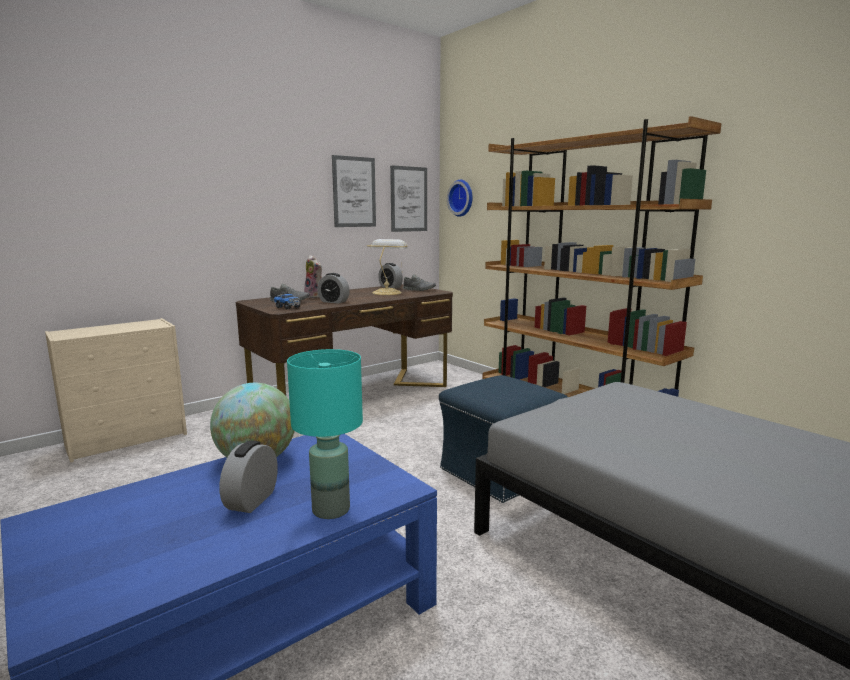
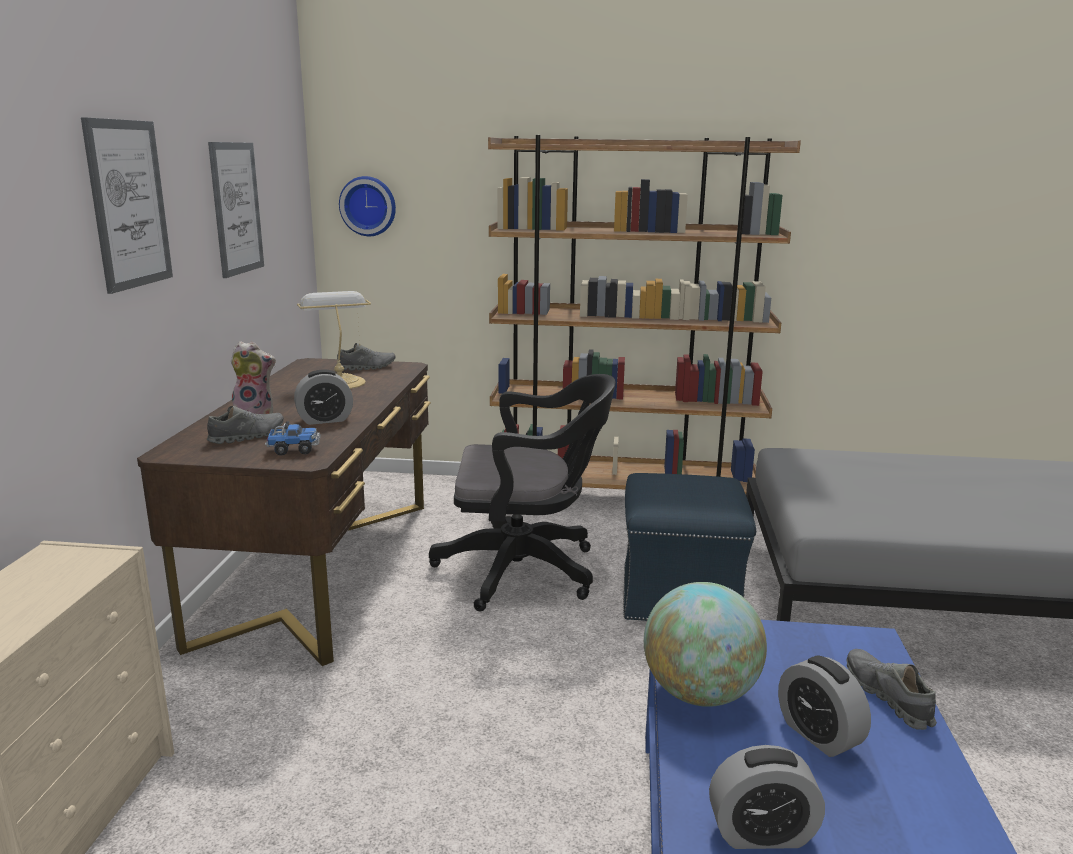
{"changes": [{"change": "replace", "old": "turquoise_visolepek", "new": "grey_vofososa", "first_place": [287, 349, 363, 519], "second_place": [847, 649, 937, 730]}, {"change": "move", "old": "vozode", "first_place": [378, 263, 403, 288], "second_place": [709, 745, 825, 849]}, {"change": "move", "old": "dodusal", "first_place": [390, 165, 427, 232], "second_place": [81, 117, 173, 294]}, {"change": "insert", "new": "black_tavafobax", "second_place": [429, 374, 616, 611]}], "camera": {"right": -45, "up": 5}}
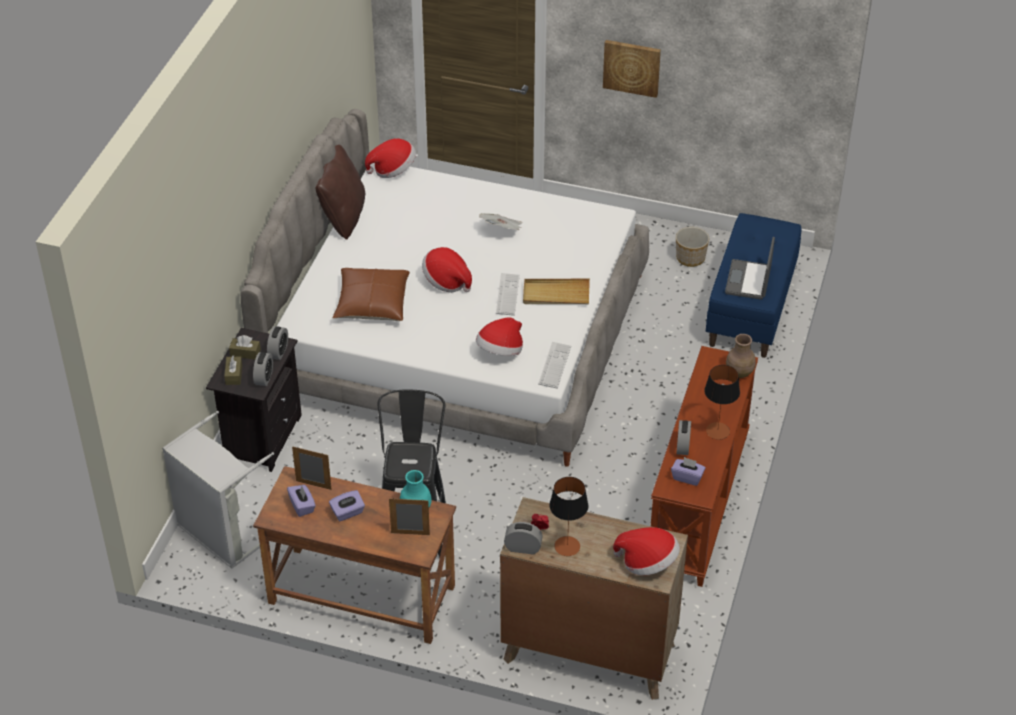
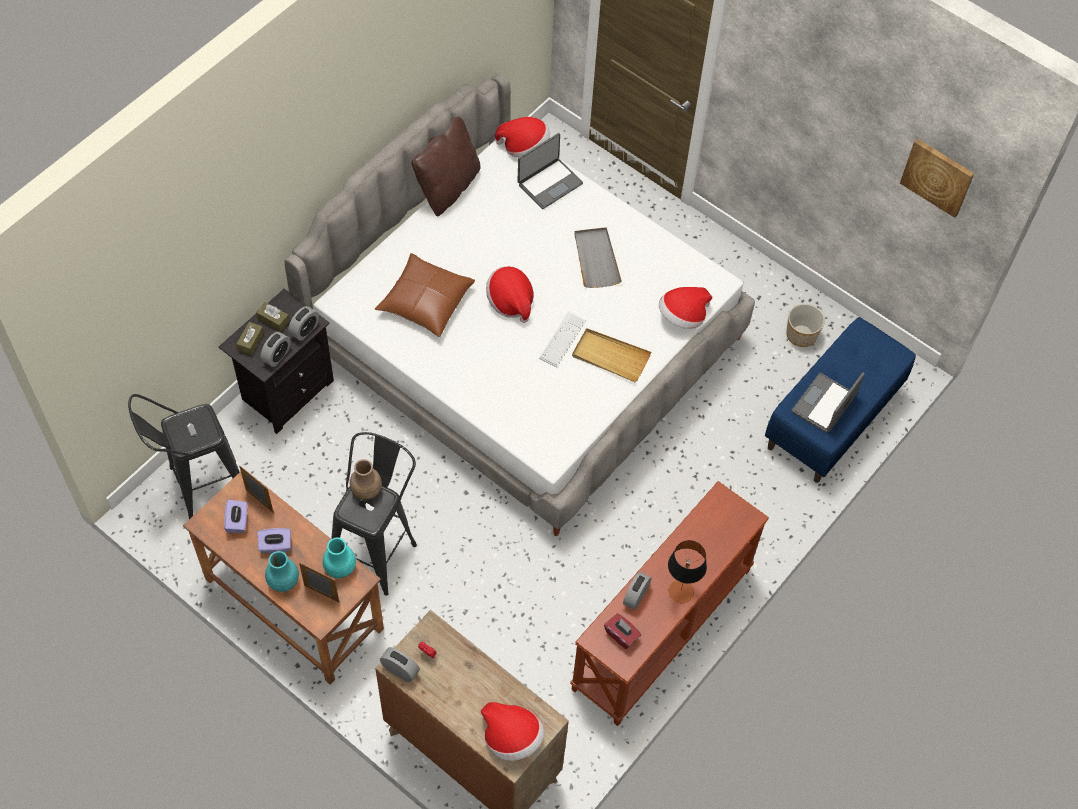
{"changes": [{"change": "replace", "old": "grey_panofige", "new": "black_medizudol", "first_place": [162, 411, 274, 569], "second_place": [128, 394, 239, 519]}, {"change": "move", "old": "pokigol", "first_place": [476, 317, 523, 356], "second_place": [659, 287, 712, 329]}, {"change": "replace", "old": "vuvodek", "new": "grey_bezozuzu", "first_place": [479, 213, 523, 230], "second_place": [574, 227, 622, 288]}, {"change": "delete", "old": "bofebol", "first_place": [538, 342, 571, 389]}, {"change": "delete", "old": "visolepek", "first_place": [549, 477, 589, 556]}, {"change": "move", "old": "dodusal", "first_place": [603, 40, 661, 98], "second_place": [900, 138, 974, 218]}, {"change": "recolor", "old": "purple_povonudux", "new": "red_povonudux", "first_place": [671, 457, 706, 486], "second_place": [604, 613, 641, 649]}, {"change": "move", "old": "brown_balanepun", "first_place": [726, 334, 756, 378], "second_place": [350, 459, 382, 500]}, {"change": "insert", "new": "turquoise_balanepun", "second_place": [265, 551, 299, 592]}, {"change": "insert", "new": "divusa", "second_place": [517, 133, 583, 209]}], "camera": {"right": 20, "up": 15}}
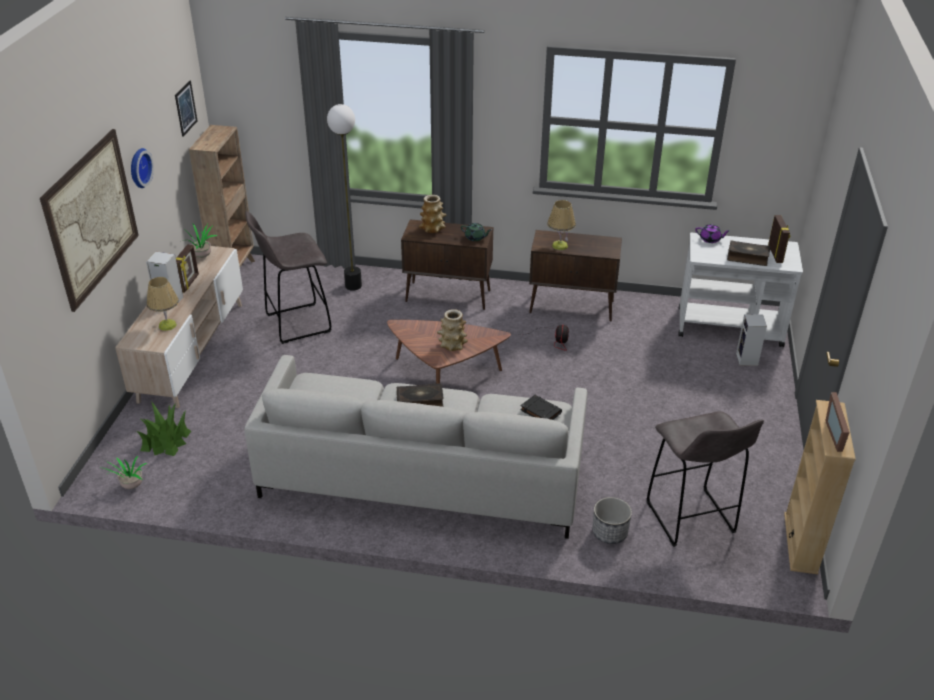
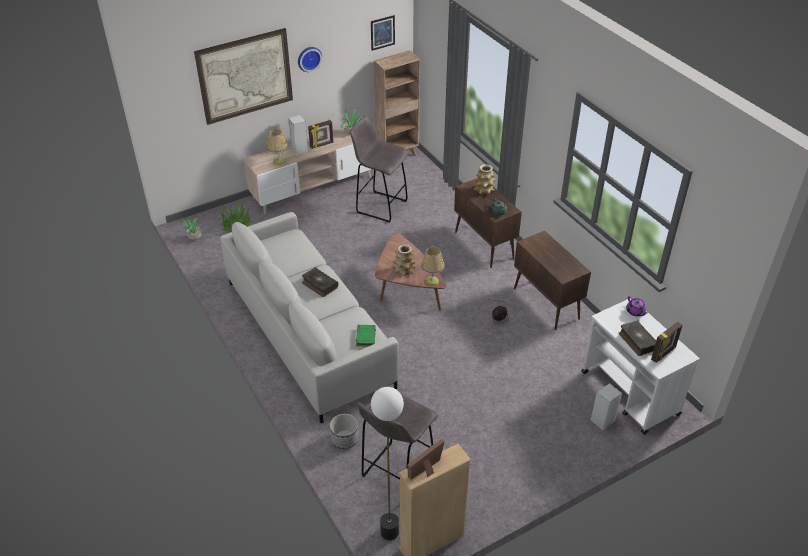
{"changes": [{"change": "move", "old": "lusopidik", "first_place": [327, 104, 362, 291], "second_place": [371, 387, 404, 540]}, {"change": "recolor", "old": "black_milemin", "new": "green_milemin", "first_place": [520, 395, 562, 420], "second_place": [356, 325, 376, 346]}, {"change": "move", "old": "visolepek", "first_place": [547, 200, 576, 250], "second_place": [421, 247, 445, 286]}], "camera": {"right": 50, "up": 5}}
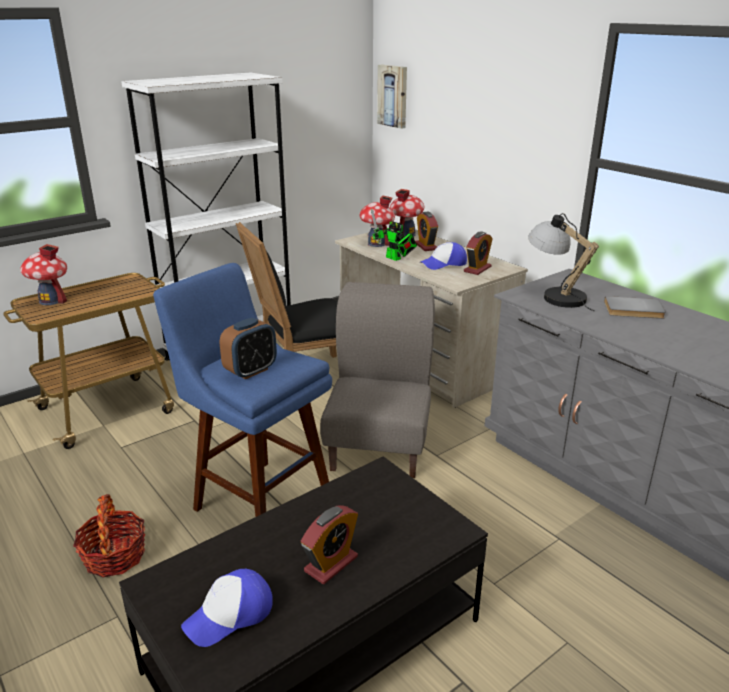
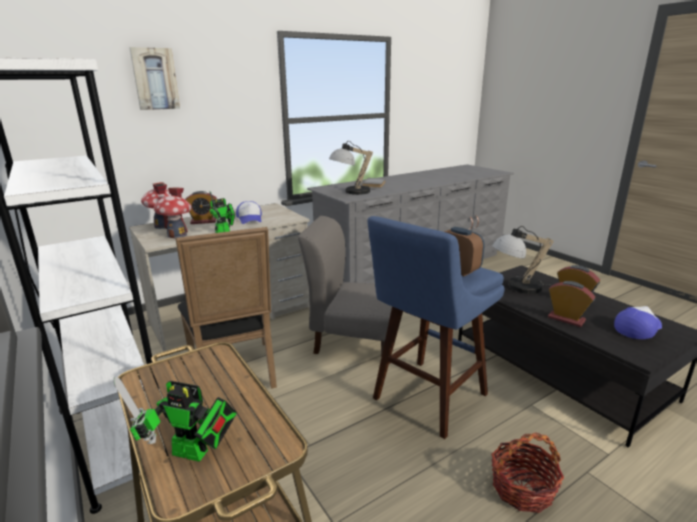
{"changes": [{"change": "replace", "old": "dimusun", "new": "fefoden", "first_place": [20, 244, 67, 305], "second_place": [114, 377, 237, 462]}, {"change": "rotate", "old": "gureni", "first_place": [181, 569, 273, 647], "second_place": [614, 306, 662, 339], "degrees": -90}, {"change": "move", "old": "dodusal", "first_place": [377, 65, 407, 129], "second_place": [129, 47, 180, 110]}, {"change": "move", "old": "vozode", "first_place": [464, 231, 493, 275], "second_place": [548, 281, 595, 327]}, {"change": "insert", "new": "visolepek", "second_place": [492, 226, 554, 294]}], "camera": {"right": -85, "up": -5}}
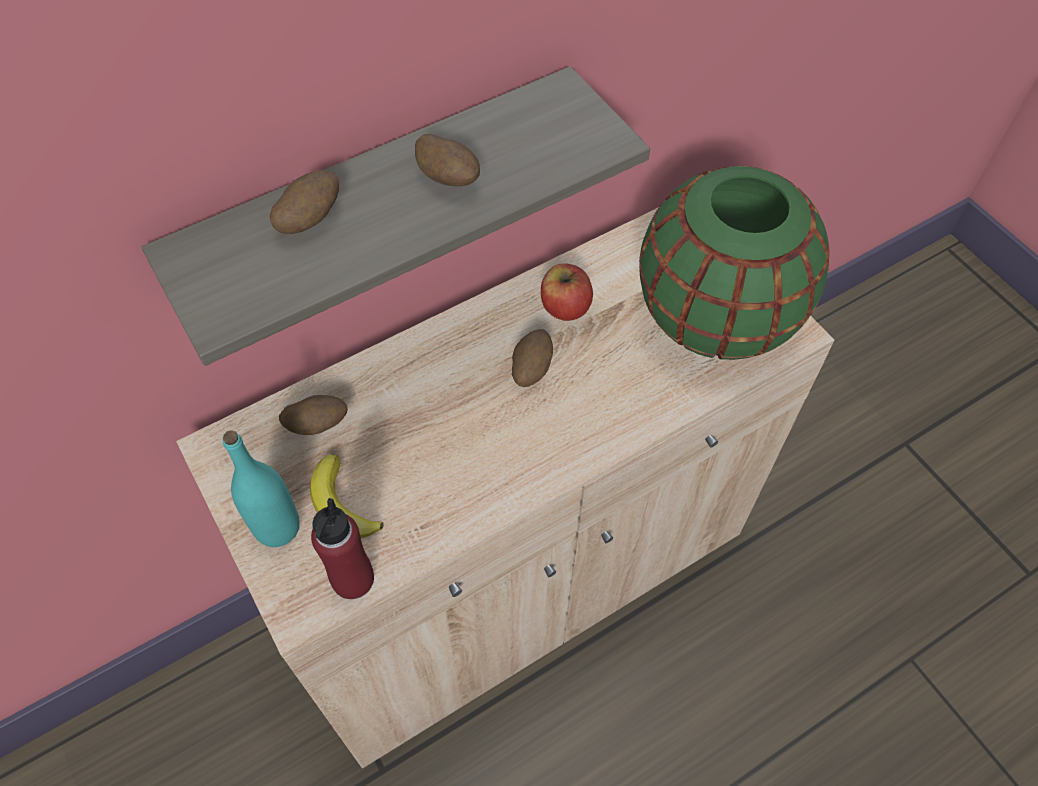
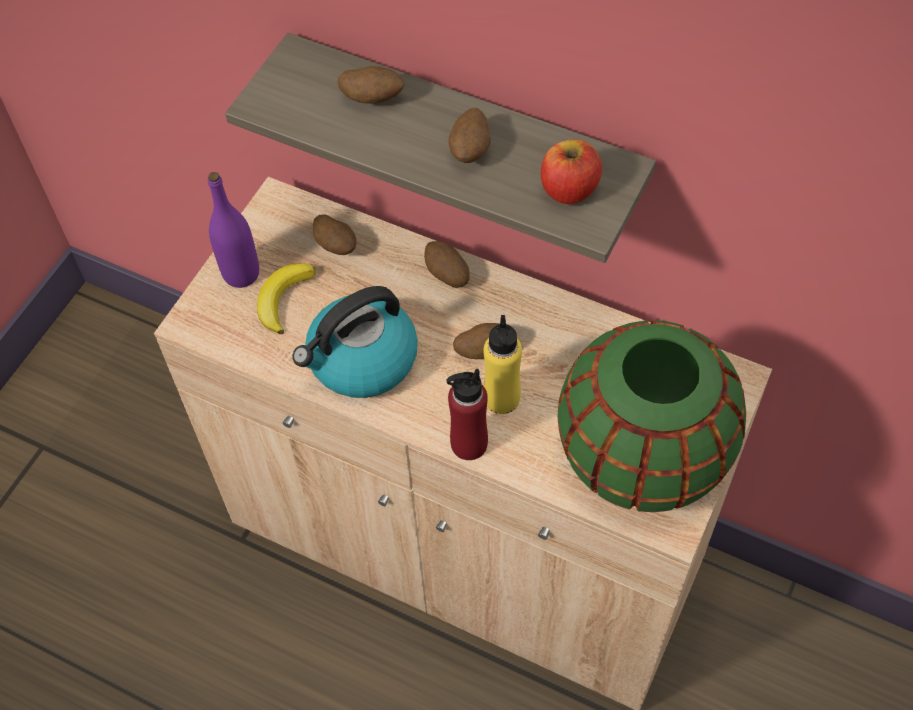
{"changes": [{"change": "recolor", "old": "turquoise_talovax", "new": "purple_talovax", "first_place": [223, 430, 300, 547], "second_place": [208, 172, 259, 288]}, {"change": "move", "old": "red_talovax", "first_place": [311, 498, 374, 599], "second_place": [446, 369, 488, 460]}, {"change": "move", "old": "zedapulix", "first_place": [541, 263, 593, 321], "second_place": [541, 139, 602, 204]}, {"change": "insert", "new": "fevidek", "second_place": [293, 286, 418, 398]}, {"change": "insert", "new": "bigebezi", "second_place": [424, 241, 470, 288]}, {"change": "insert", "new": "yellow_talovax", "second_place": [483, 315, 522, 414]}], "camera": {"right": 60, "up": 0}}
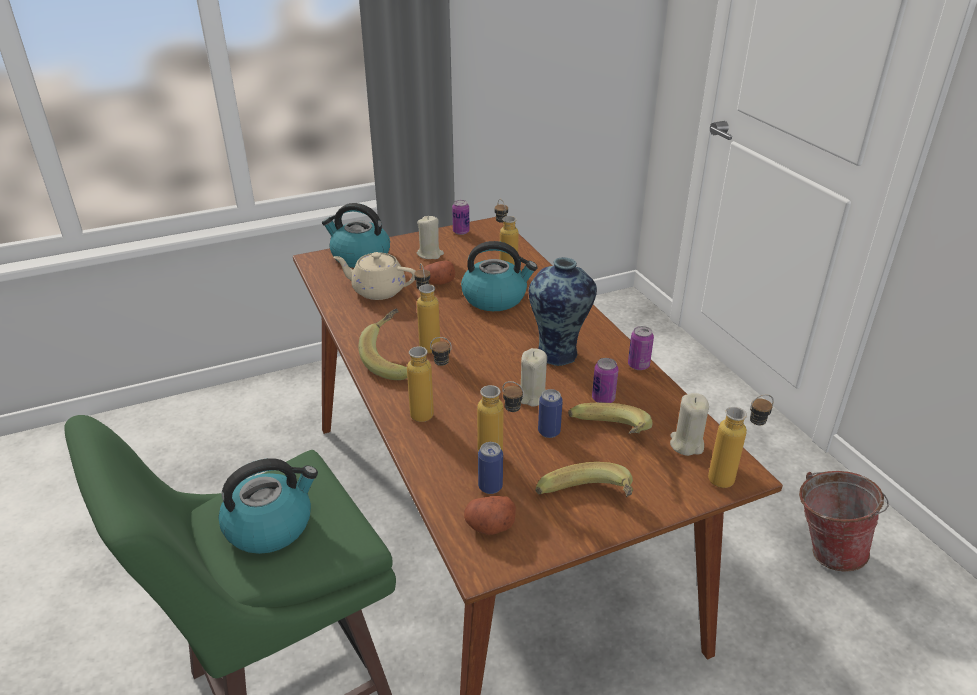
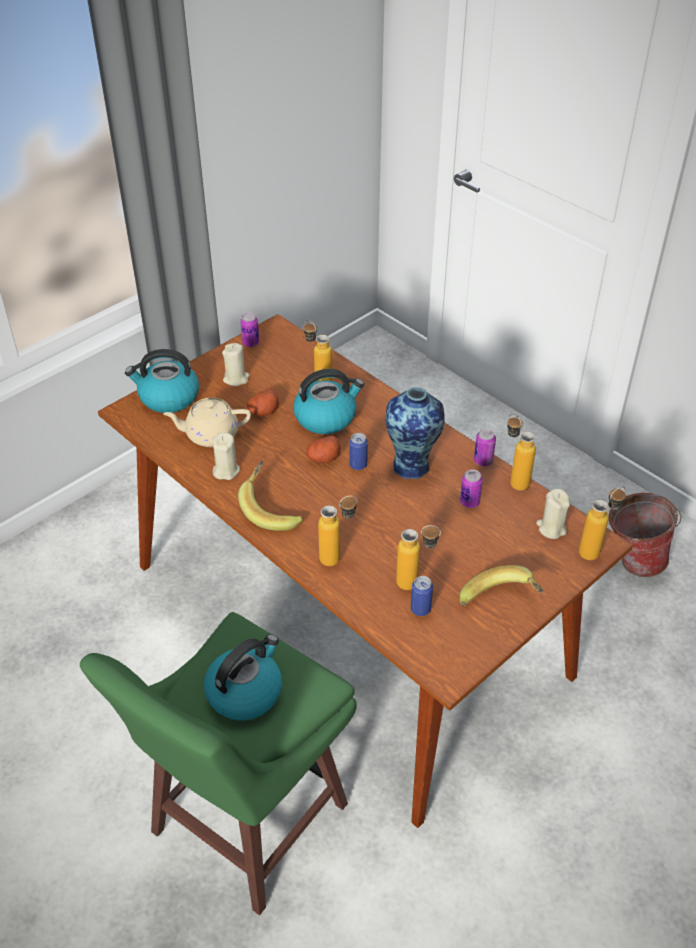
{"changes": [{"change": "move", "old": "talovax", "first_place": [414, 263, 440, 354], "second_place": [507, 414, 536, 491]}, {"change": "move", "old": "bigebezi", "first_place": [464, 496, 516, 535], "second_place": [306, 436, 341, 463]}, {"change": "move", "old": "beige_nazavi", "first_place": [521, 348, 547, 407], "second_place": [213, 433, 240, 480]}, {"change": "move", "old": "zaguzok", "first_place": [538, 389, 563, 438], "second_place": [349, 433, 368, 470]}, {"change": "delete", "old": "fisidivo", "first_place": [568, 403, 652, 434]}], "camera": {"right": -20, "up": 10}}
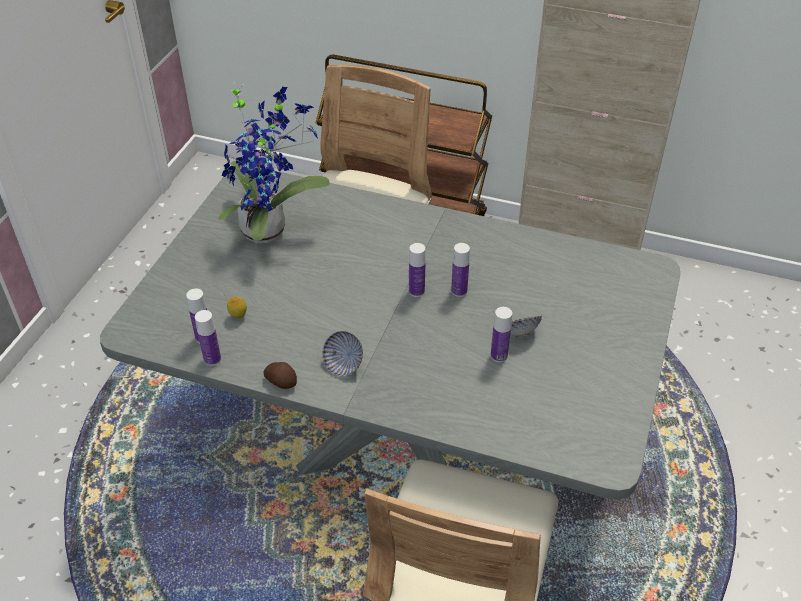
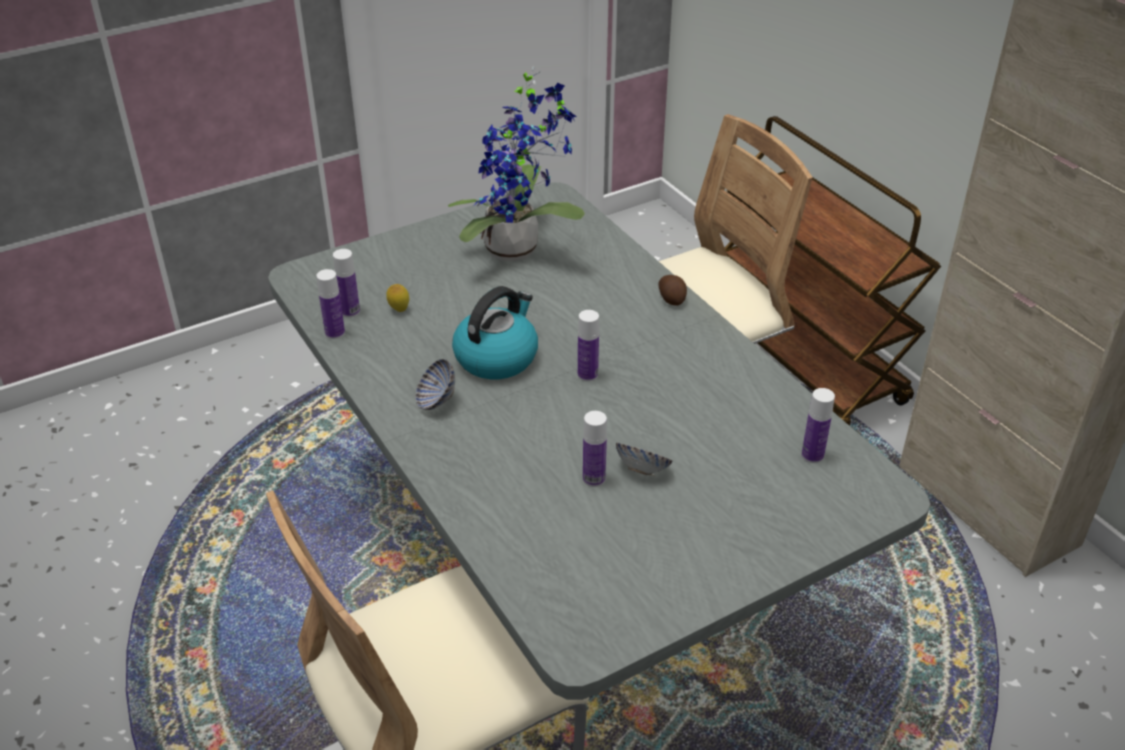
{"changes": [{"change": "move", "old": "bigebezi", "first_place": [263, 362, 297, 389], "second_place": [658, 275, 687, 305]}, {"change": "move", "old": "talovax", "first_place": [451, 243, 470, 297], "second_place": [802, 388, 835, 463]}, {"change": "insert", "new": "fevidek", "second_place": [452, 286, 538, 379]}], "camera": {"right": 40, "up": -5}}
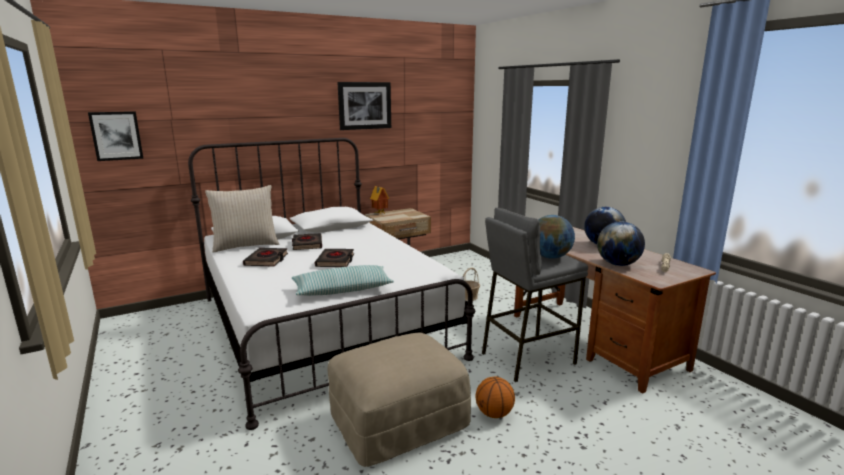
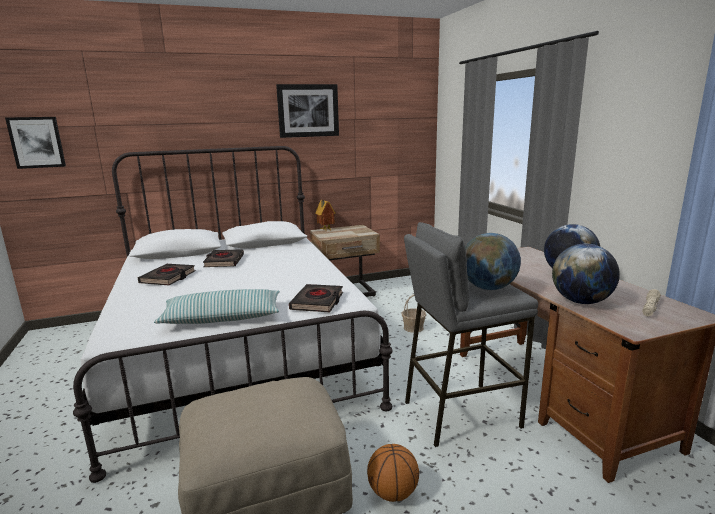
{"changes": [{"change": "delete", "old": "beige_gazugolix", "first_place": [205, 185, 279, 253]}, {"change": "move", "old": "black_milemin", "first_place": [315, 249, 354, 267], "second_place": [289, 284, 343, 312]}], "camera": {"right": 10, "up": 0}}
